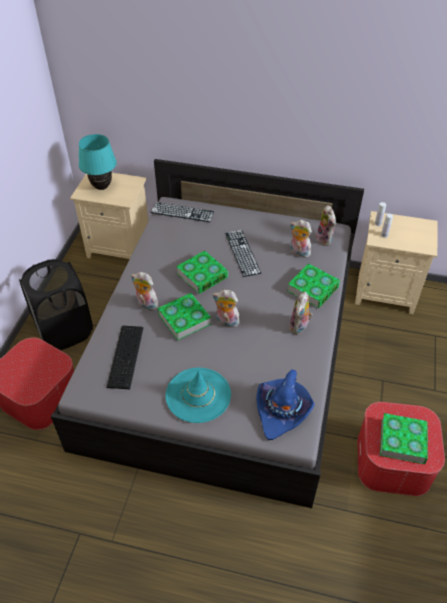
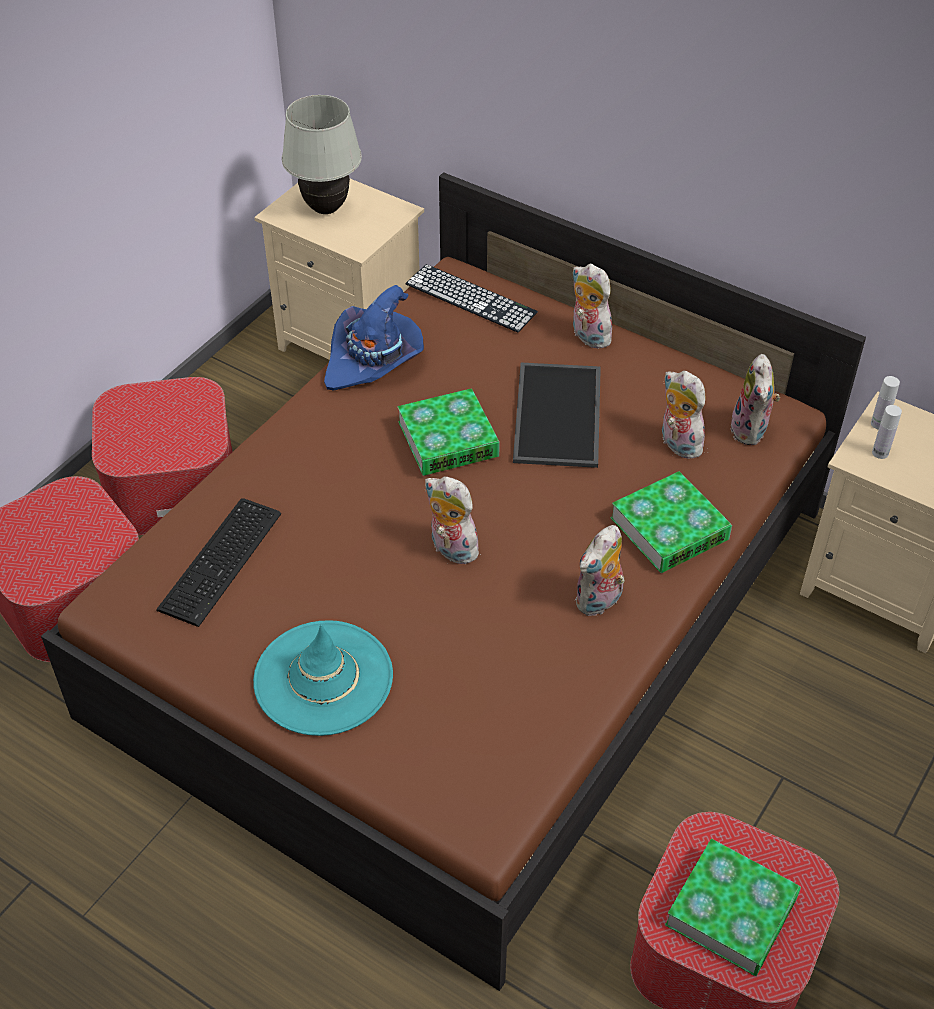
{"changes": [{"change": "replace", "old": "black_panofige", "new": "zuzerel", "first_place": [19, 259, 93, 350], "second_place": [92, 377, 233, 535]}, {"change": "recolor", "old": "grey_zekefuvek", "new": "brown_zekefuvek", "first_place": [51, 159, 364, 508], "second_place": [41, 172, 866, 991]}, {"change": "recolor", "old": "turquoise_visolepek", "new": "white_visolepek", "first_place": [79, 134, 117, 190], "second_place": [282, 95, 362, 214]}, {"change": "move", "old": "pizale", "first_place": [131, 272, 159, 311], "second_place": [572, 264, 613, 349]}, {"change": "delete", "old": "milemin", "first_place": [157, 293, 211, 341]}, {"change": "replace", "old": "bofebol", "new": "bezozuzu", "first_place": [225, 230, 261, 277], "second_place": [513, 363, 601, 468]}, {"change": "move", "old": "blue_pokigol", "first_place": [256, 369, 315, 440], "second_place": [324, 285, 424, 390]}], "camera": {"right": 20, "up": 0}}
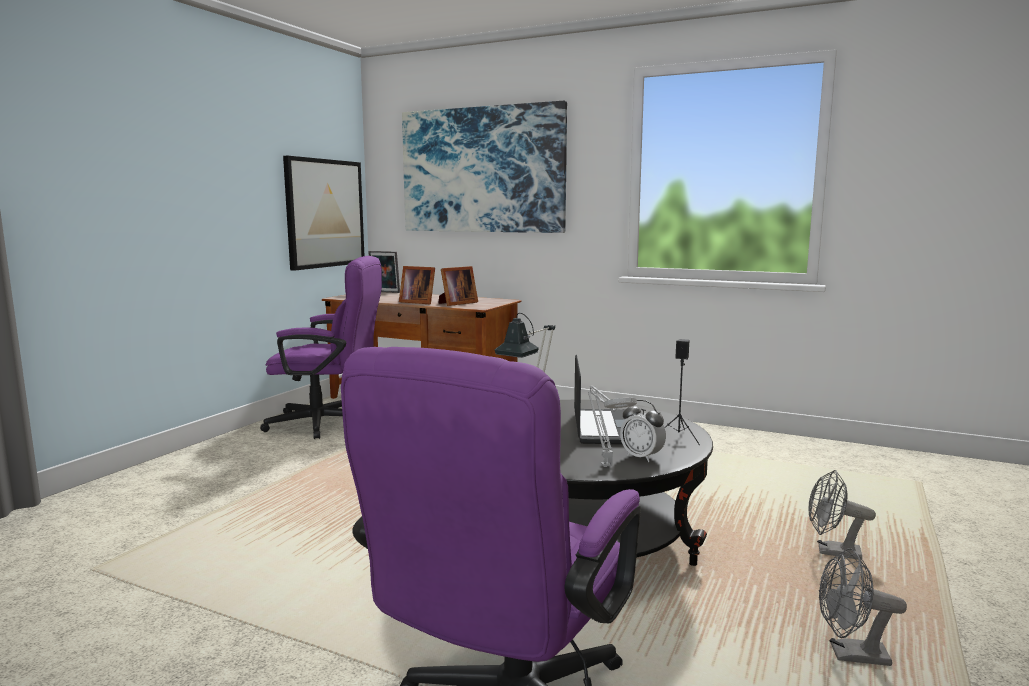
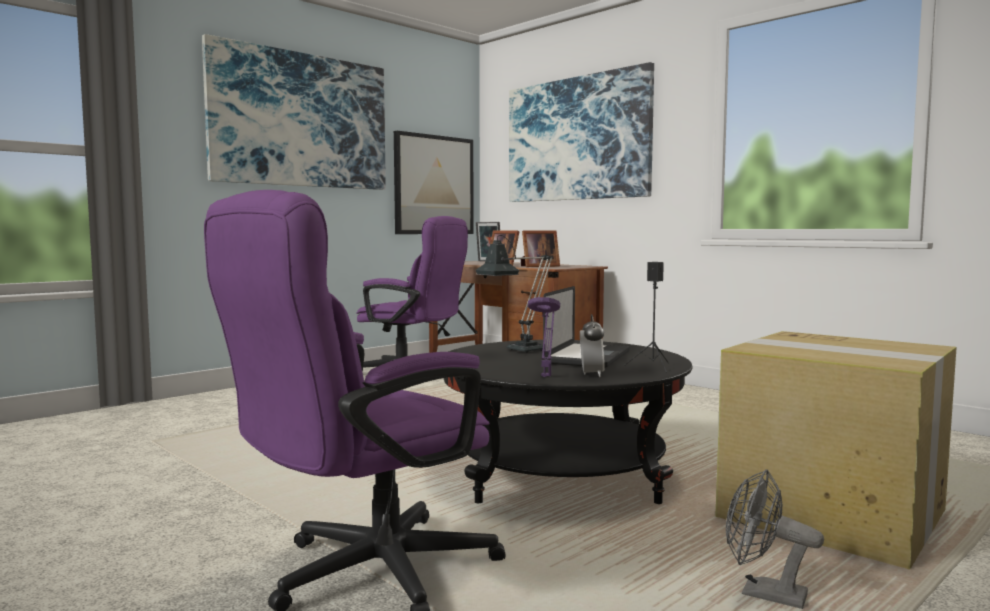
{"changes": [{"change": "recolor", "old": "grey_visolepek", "new": "purple_visolepek", "first_place": [588, 386, 637, 467], "second_place": [528, 297, 560, 377]}, {"change": "rotate", "old": "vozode", "first_place": [620, 400, 666, 462], "second_place": [580, 314, 605, 377], "degrees": -150}, {"change": "replace", "old": "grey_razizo", "new": "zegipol", "first_place": [808, 470, 876, 560], "second_place": [715, 331, 957, 569]}, {"change": "insert", "new": "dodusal", "second_place": [202, 34, 386, 190]}], "camera": {"right": 20, "up": -5}}
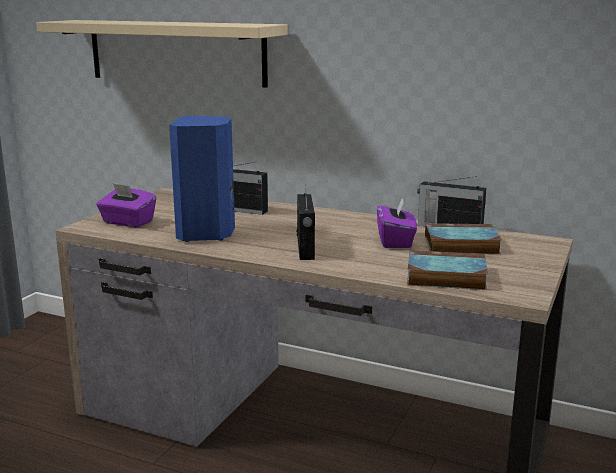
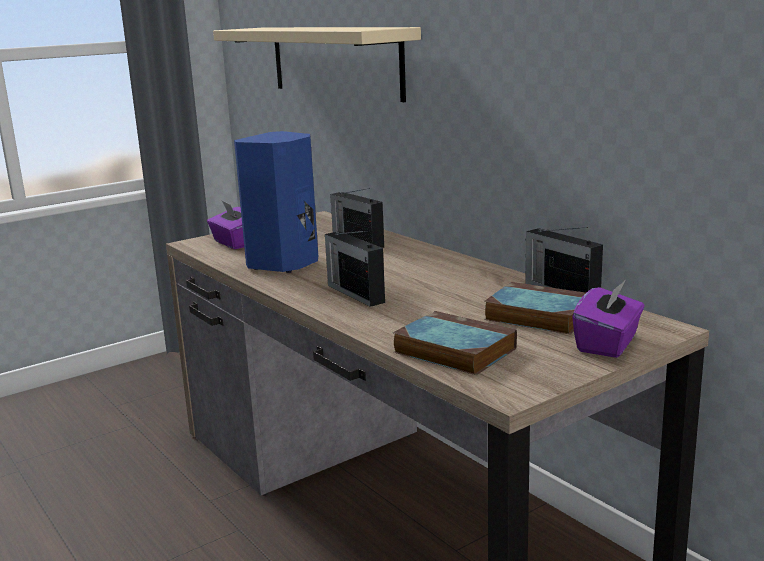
{"changes": [{"change": "rotate", "old": "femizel", "first_place": [297, 186, 315, 260], "second_place": [325, 231, 385, 307], "degrees": 120}, {"change": "move", "old": "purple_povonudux", "first_place": [377, 197, 417, 248], "second_place": [572, 280, 644, 358]}], "camera": {"right": 30, "up": 0}}
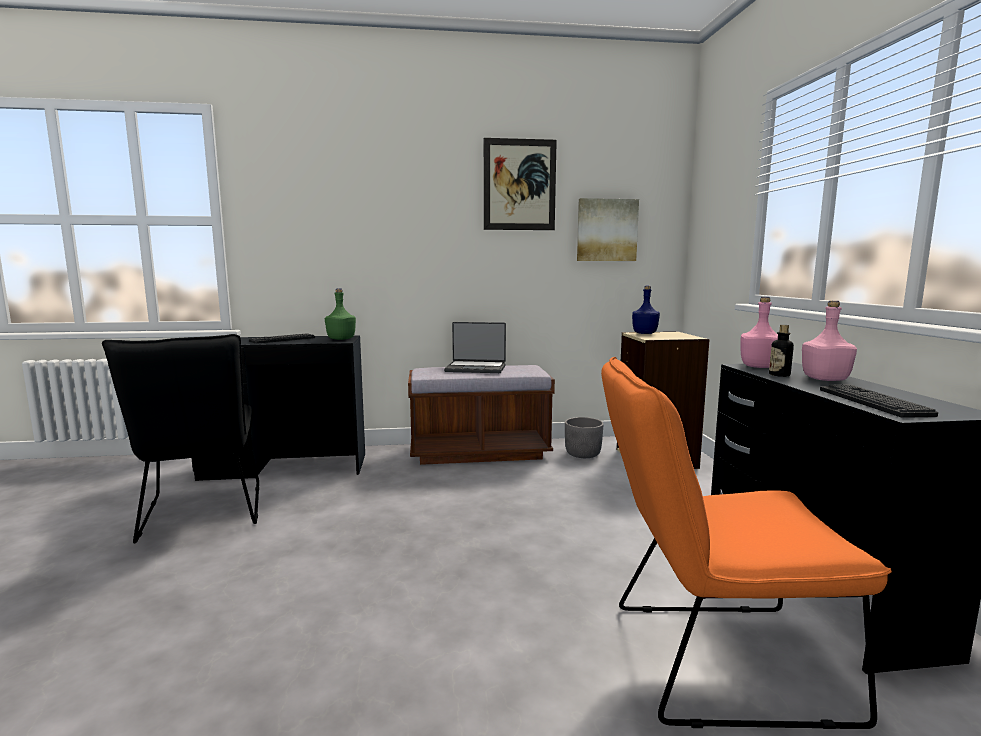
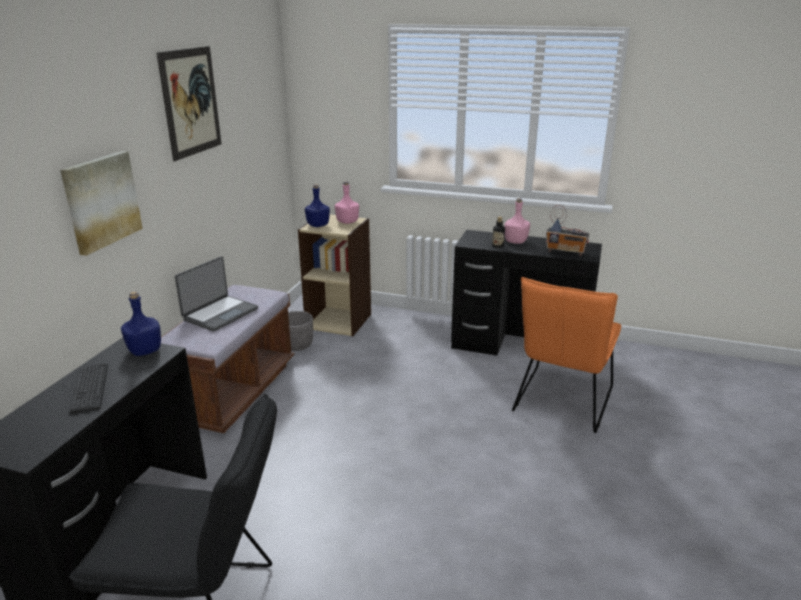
{"changes": [{"change": "recolor", "old": "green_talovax", "new": "blue_talovax", "first_place": [325, 288, 356, 340], "second_place": [121, 292, 161, 356]}, {"change": "move", "old": "dodusal", "first_place": [577, 198, 639, 261], "second_place": [60, 151, 143, 256]}, {"change": "move", "old": "pink_talovax", "first_place": [740, 297, 778, 368], "second_place": [335, 181, 359, 224]}, {"change": "replace", "old": "bofebol", "new": "femizel", "first_place": [820, 384, 938, 418], "second_place": [546, 205, 589, 256]}], "camera": {"right": -65, "up": 15}}
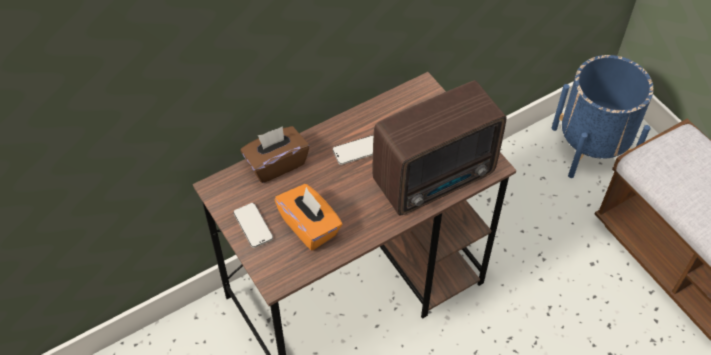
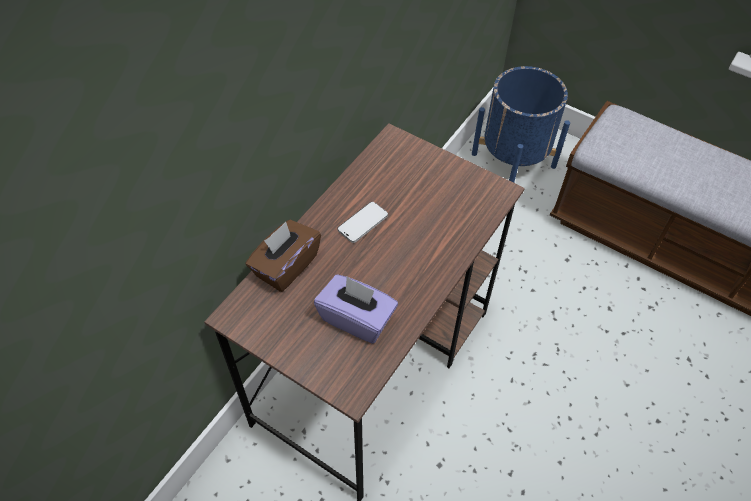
{"changes": [{"change": "delete", "old": "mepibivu", "first_place": [233, 203, 273, 248]}, {"change": "recolor", "old": "orange_povonudux", "new": "purple_povonudux", "first_place": [275, 184, 343, 250], "second_place": [314, 274, 398, 344]}, {"change": "delete", "old": "femizel", "first_place": [372, 80, 506, 216]}], "camera": {"right": -25, "up": 0}}
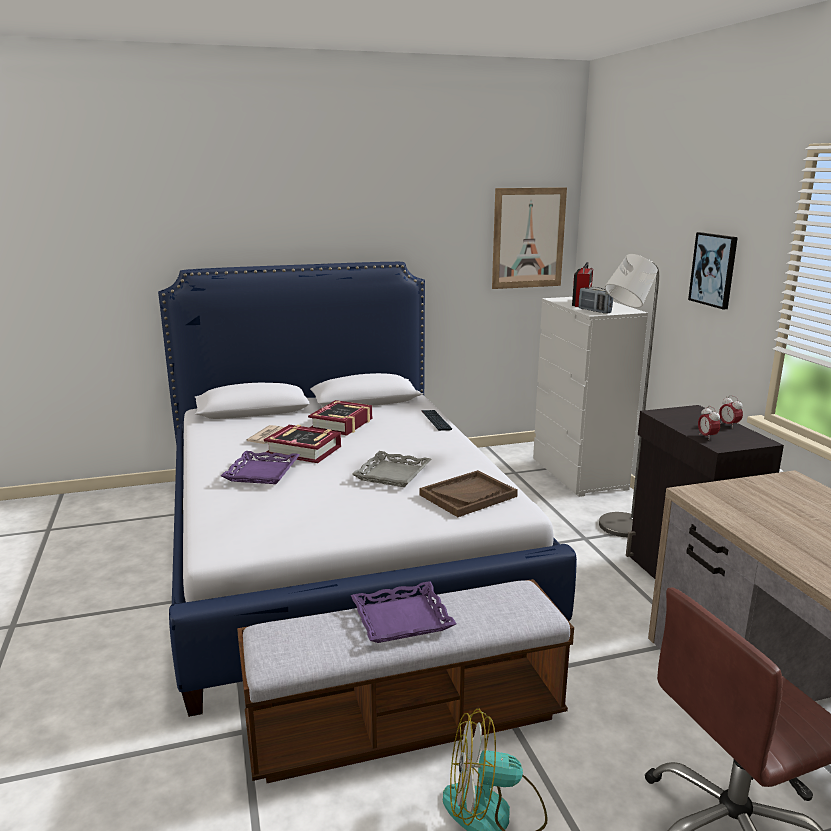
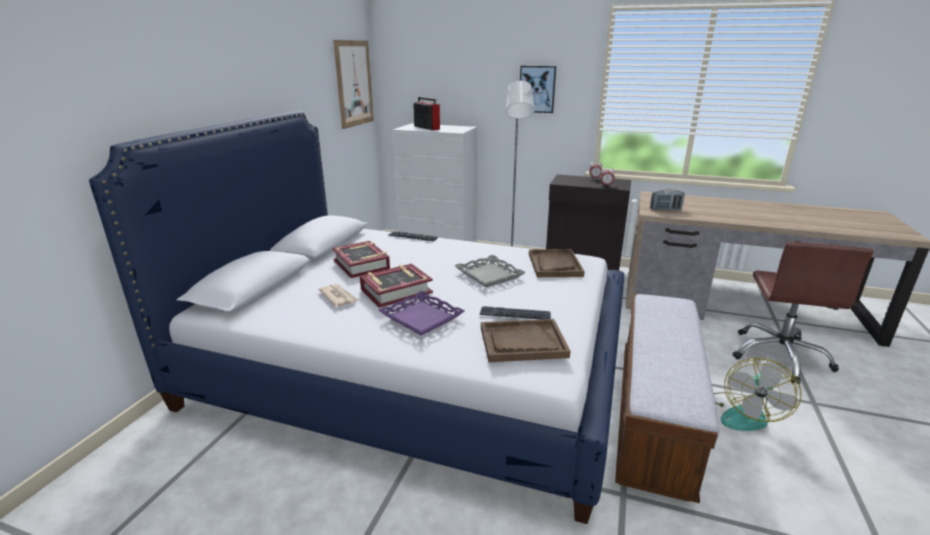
{"changes": [{"change": "delete", "old": "purple_bezozuzu", "first_place": [351, 581, 457, 643]}, {"change": "move", "old": "femizel", "first_place": [579, 287, 613, 314], "second_place": [650, 189, 685, 210]}, {"change": "insert", "new": "bofebol", "second_place": [480, 306, 551, 319]}, {"change": "insert", "new": "brown_bezozuzu", "second_place": [481, 319, 570, 362]}], "camera": {"right": -55, "up": 5}}
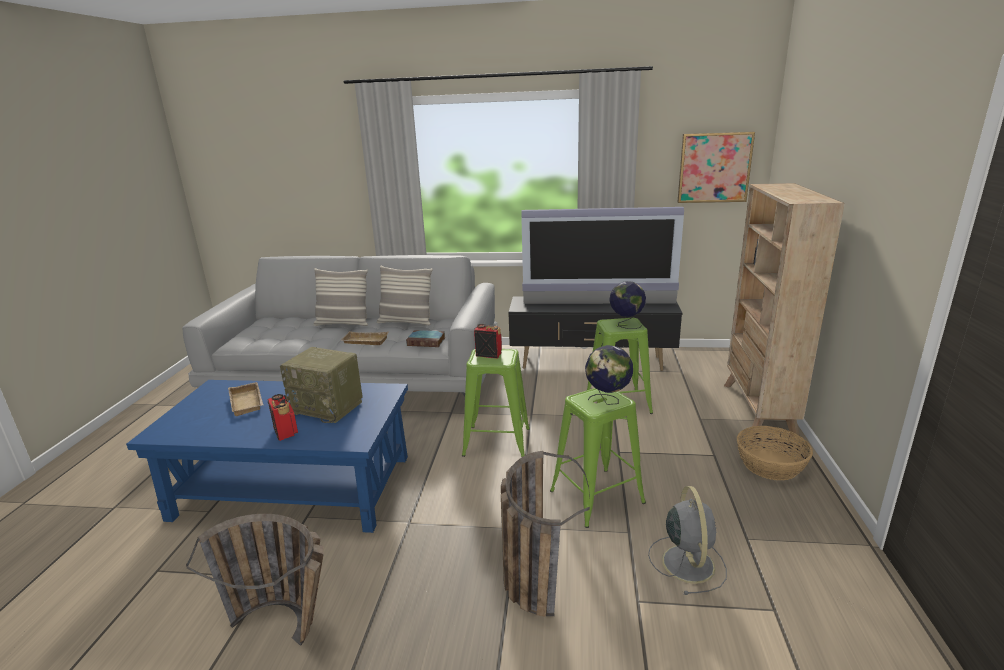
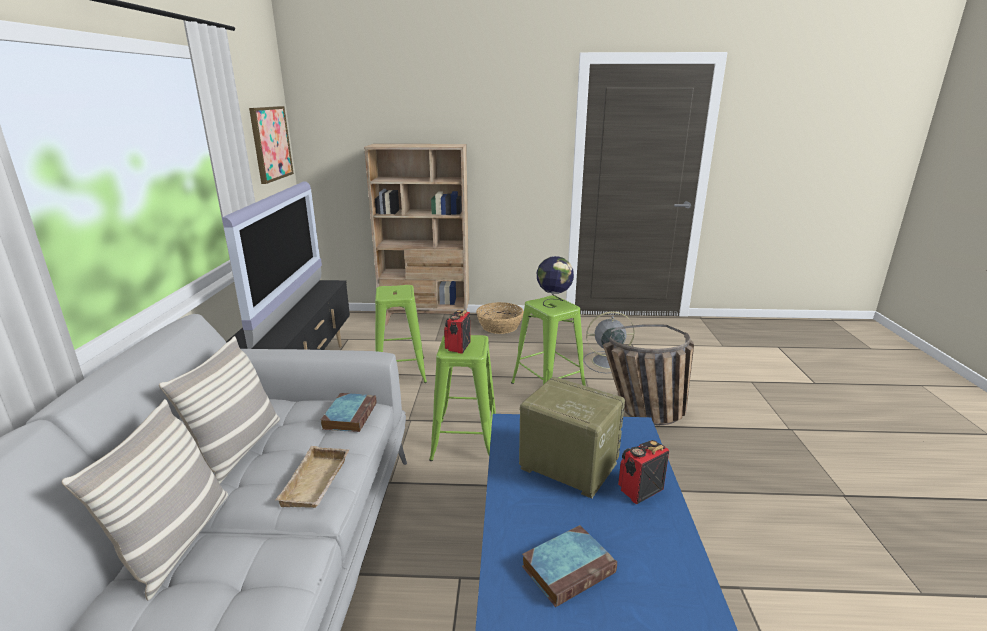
{"changes": [{"change": "delete", "old": "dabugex", "first_place": [186, 514, 324, 646]}, {"change": "replace", "old": "beige_bezozuzu", "new": "milemin", "first_place": [228, 382, 263, 416], "second_place": [522, 525, 617, 607]}, {"change": "rotate", "old": "femizel", "first_place": [280, 347, 363, 423], "second_place": [519, 377, 625, 499], "degrees": -75}, {"change": "delete", "old": "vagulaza", "first_place": [609, 281, 646, 329]}], "camera": {"right": -95, "up": 0}}
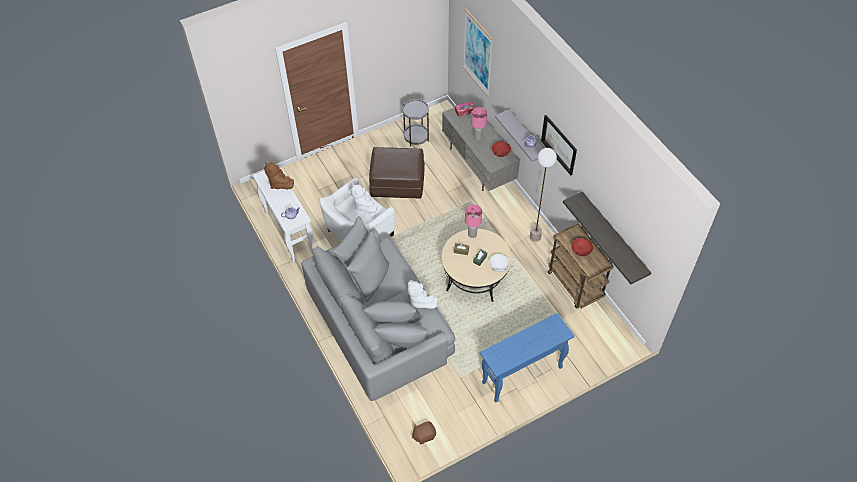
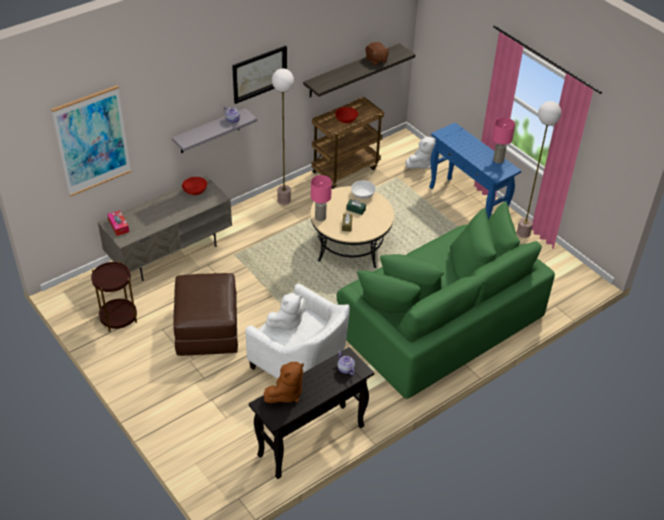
{"changes": [{"change": "recolor", "old": "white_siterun", "new": "black_siterun", "first_place": [253, 168, 313, 262], "second_place": [249, 347, 374, 479]}, {"change": "recolor", "old": "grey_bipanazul", "new": "green_bipanazul", "first_place": [301, 216, 455, 401], "second_place": [337, 201, 555, 399]}, {"change": "recolor", "old": "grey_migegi", "new": "brown_migegi", "first_place": [403, 99, 429, 146], "second_place": [91, 261, 137, 332]}, {"change": "move", "old": "white_pizale", "first_place": [408, 280, 438, 309], "second_place": [406, 137, 435, 169]}, {"change": "move", "old": "brown_pizale", "first_place": [412, 422, 436, 444], "second_place": [365, 42, 390, 66]}, {"change": "move", "old": "pink_visolepek", "first_place": [471, 107, 487, 141], "second_place": [492, 117, 515, 164]}, {"change": "insert", "new": "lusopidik", "second_place": [517, 101, 561, 238]}], "camera": {"right": -100, "up": -10}}
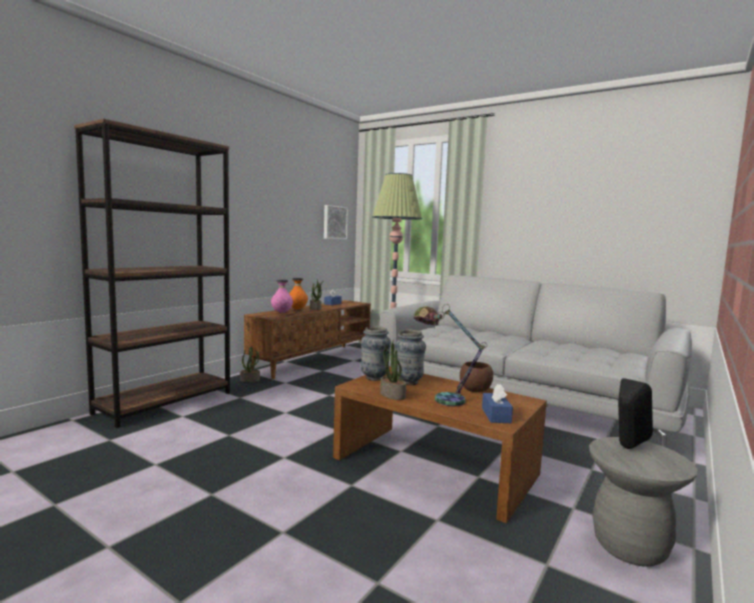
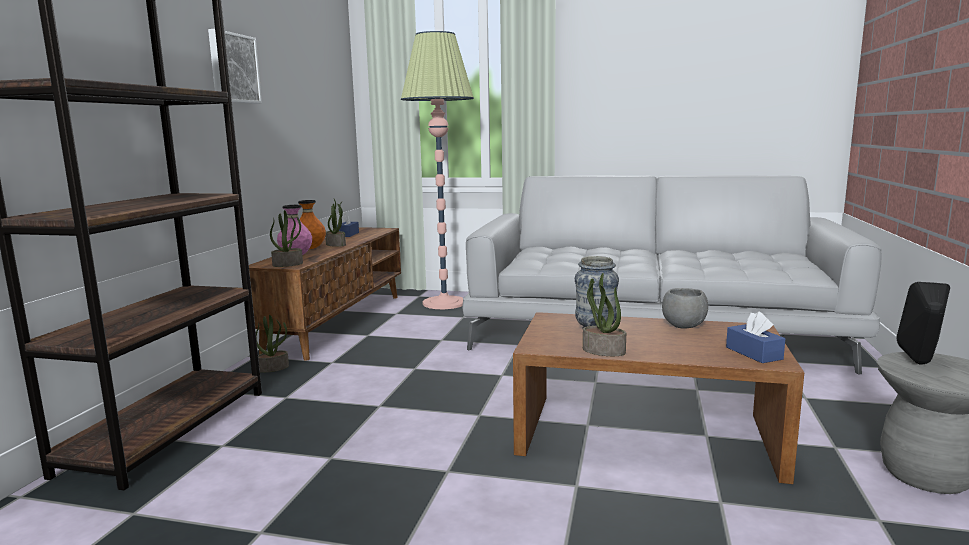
{"changes": [{"change": "move", "old": "dodusal", "first_place": [324, 205, 348, 239], "second_place": [208, 29, 262, 104]}, {"change": "delete", "old": "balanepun", "first_place": [361, 326, 391, 381]}, {"change": "delete", "old": "visolepek", "first_place": [413, 304, 487, 406]}, {"change": "recolor", "old": "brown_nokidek", "new": "grey_nokidek", "first_place": [460, 361, 493, 392], "second_place": [662, 288, 708, 329]}, {"change": "insert", "new": "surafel", "second_place": [270, 210, 303, 267]}], "camera": {"right": -20, "up": 5}}
